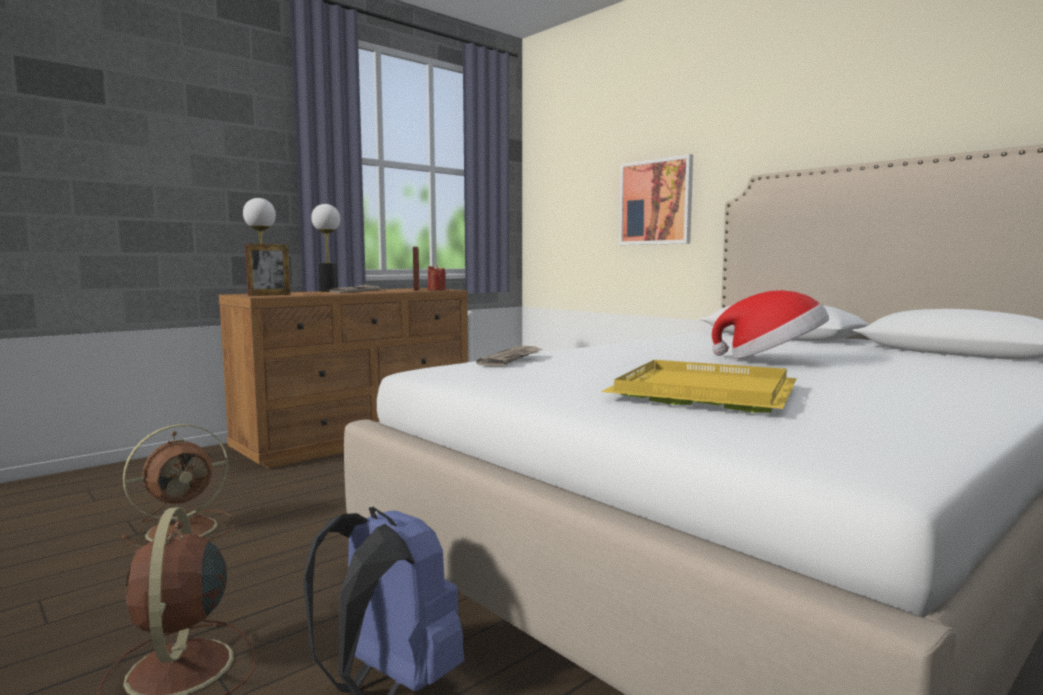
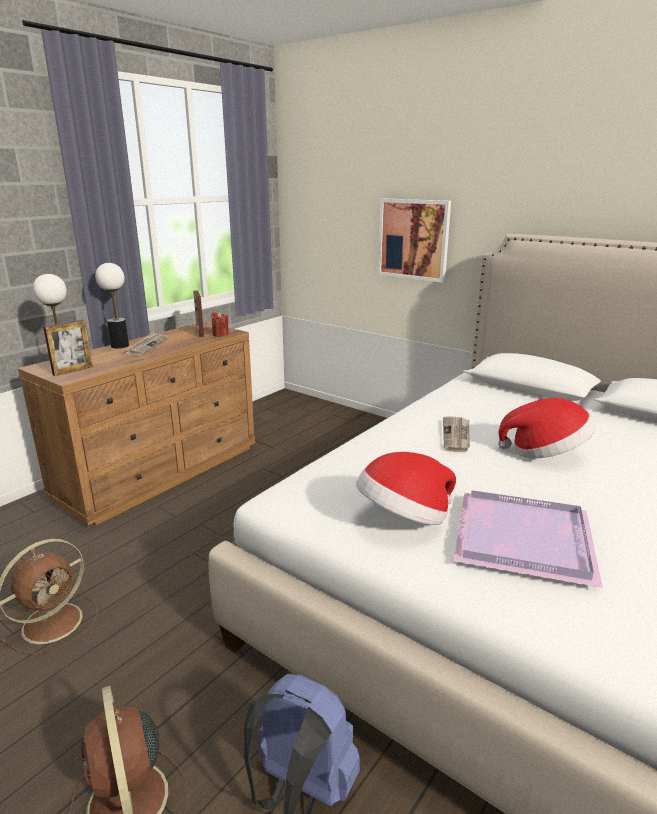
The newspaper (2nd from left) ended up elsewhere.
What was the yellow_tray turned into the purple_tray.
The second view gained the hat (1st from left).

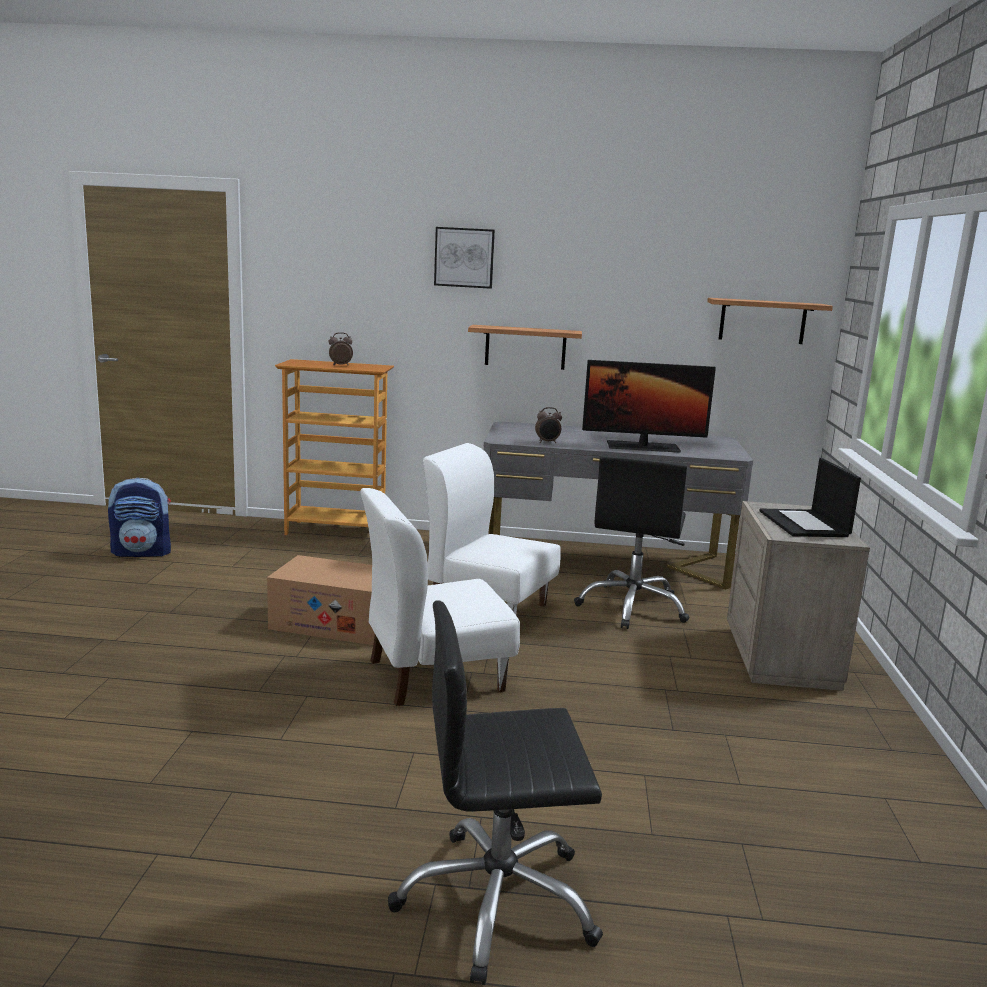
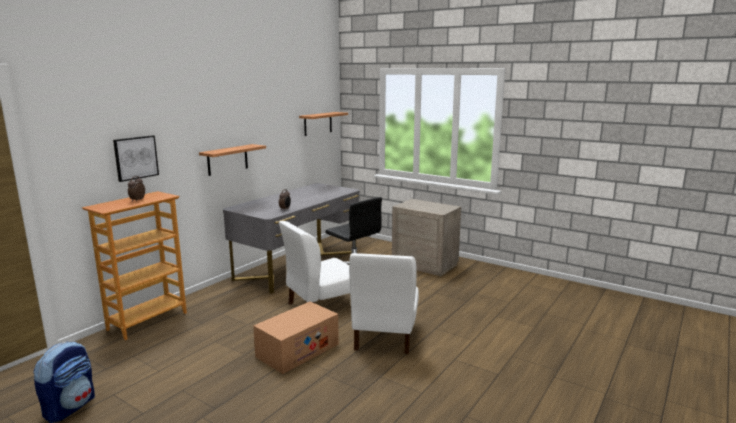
The second view lost the black_office_chair (1st from left).
The picture ended up elsewhere.
The second view lost the monitor.
The second view lost the laptop.

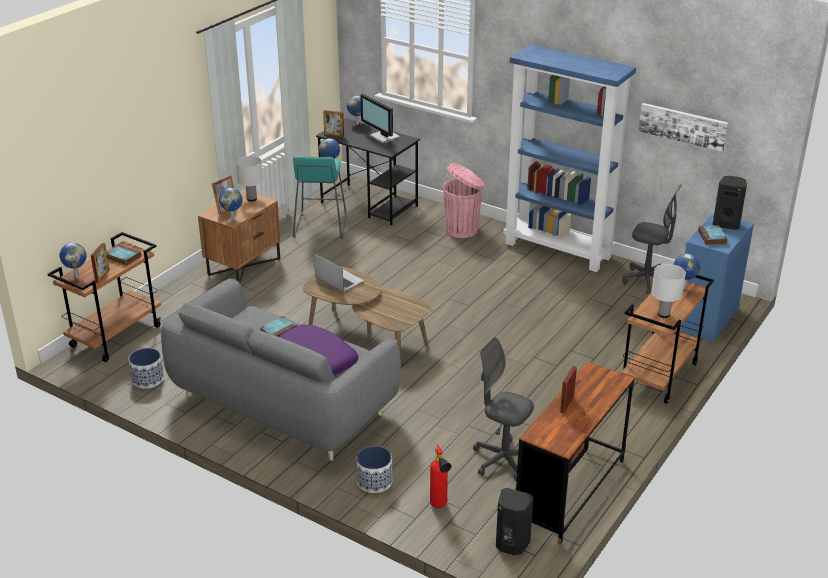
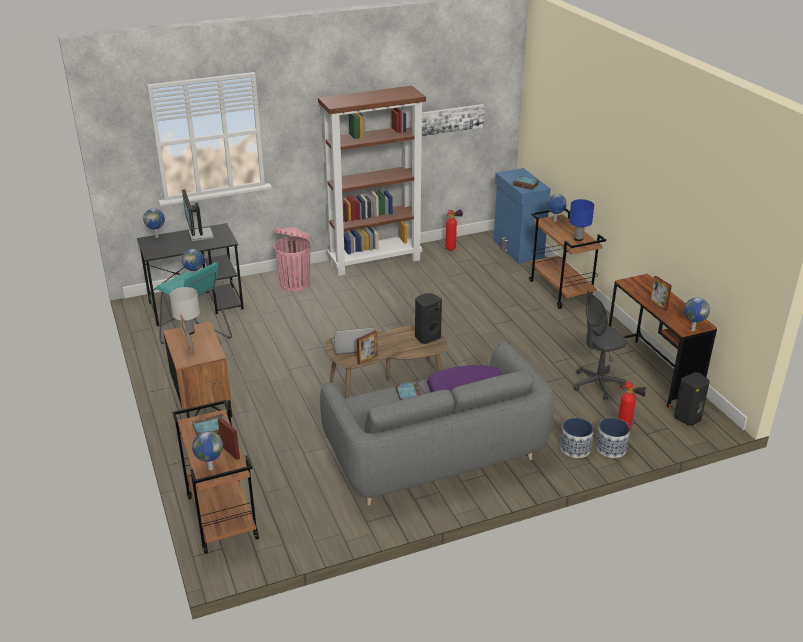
The planter (1st from left in the first image) ended up elsewhere.
The globe (2nd from left in the first image) ended up elsewhere.
The picture_frame (3rd from left) ended up elsewhere.
The monitor ended up facing another way, 75 degrees clockwise from before.
What was the blue_bookcase turned into the brown_bookcase.
Where the grey_office_chair (2nd from left) stood, the fire_extinguisher (1st from left) came to stand.
What was the white_table_lamp (2nd from left) turned into the blue_table_lamp.
The black_speaker (2nd from left in the first image) ended up elsewhere.

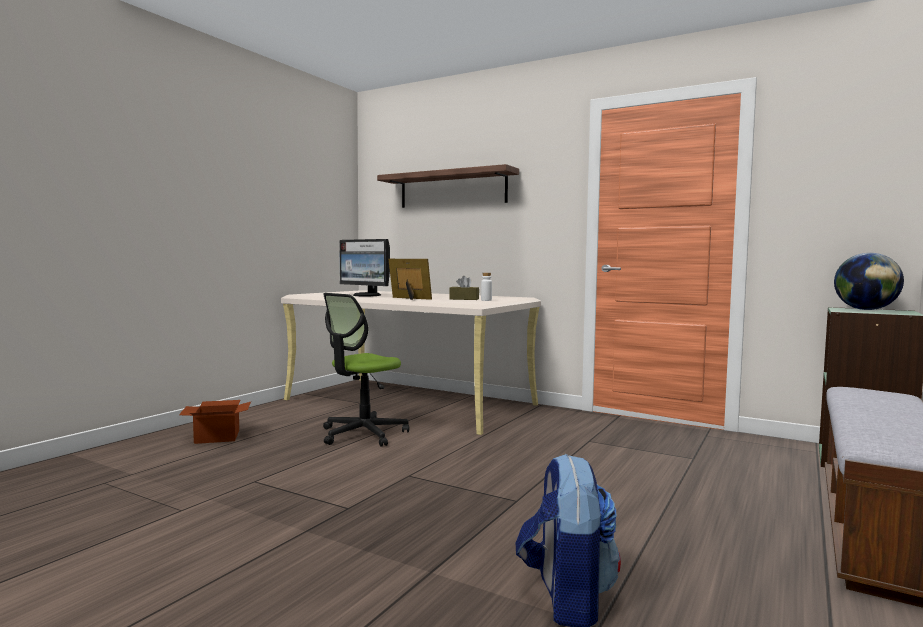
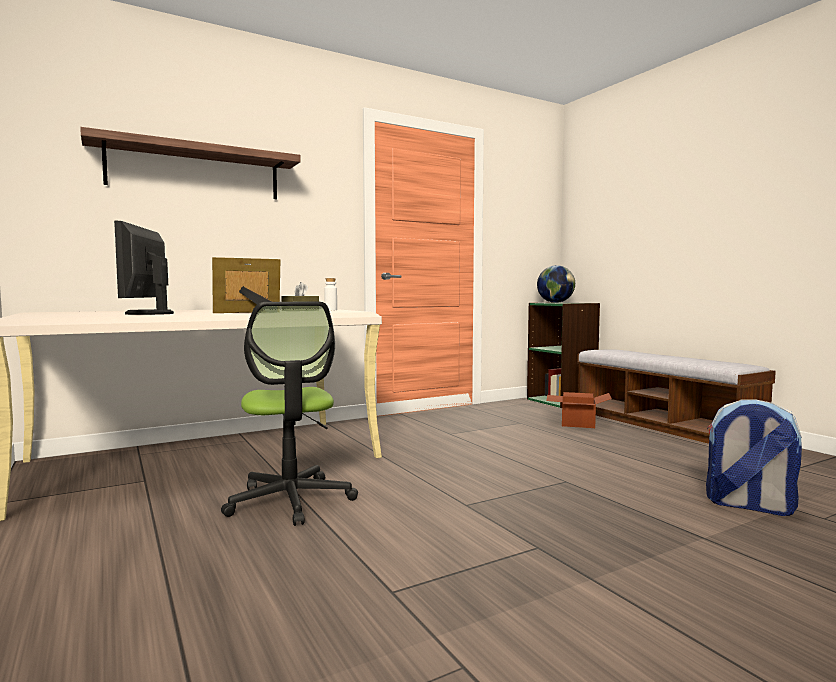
The cardboard_box ended up elsewhere.
The monitor ended up facing another way, 105 degrees clockwise from before.

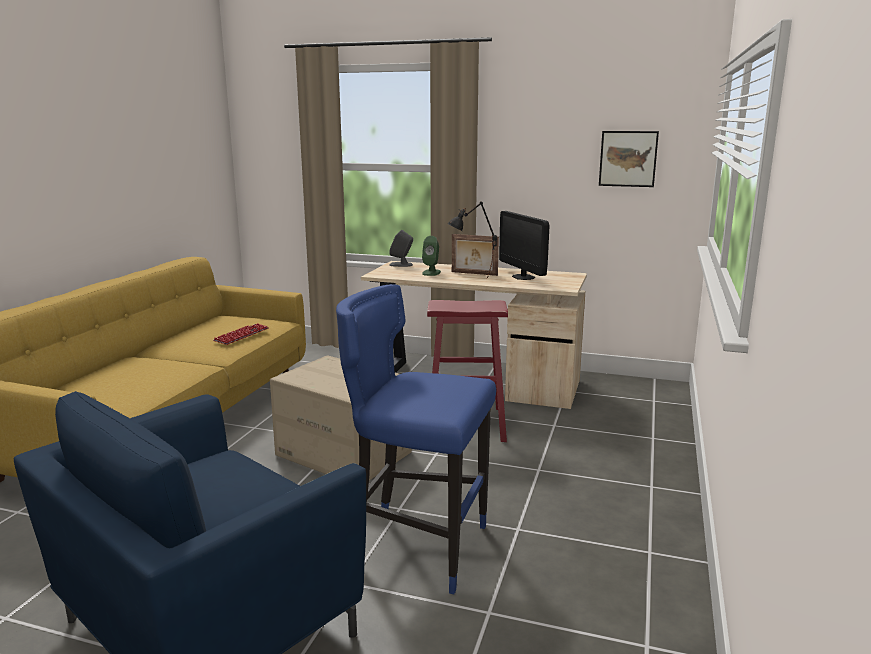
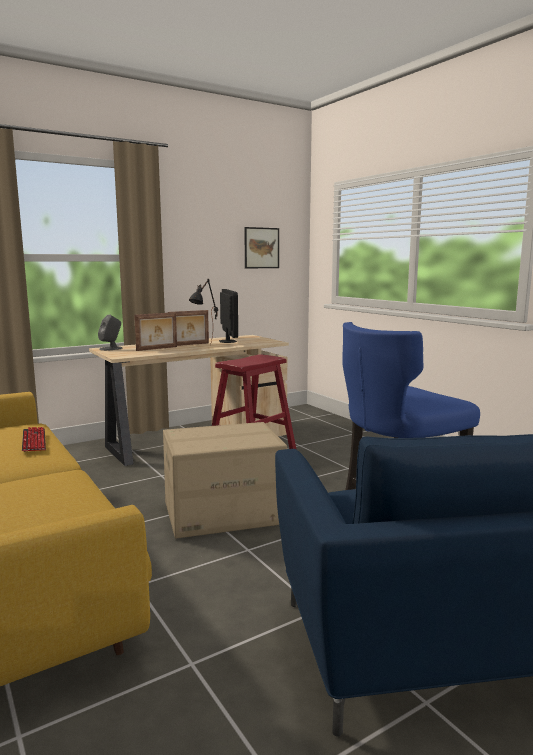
Where the green_speaker stood, the picture_frame (1st from left) came to stand.
The monitor ended up facing another way, 120 degrees counterclockwise from before.

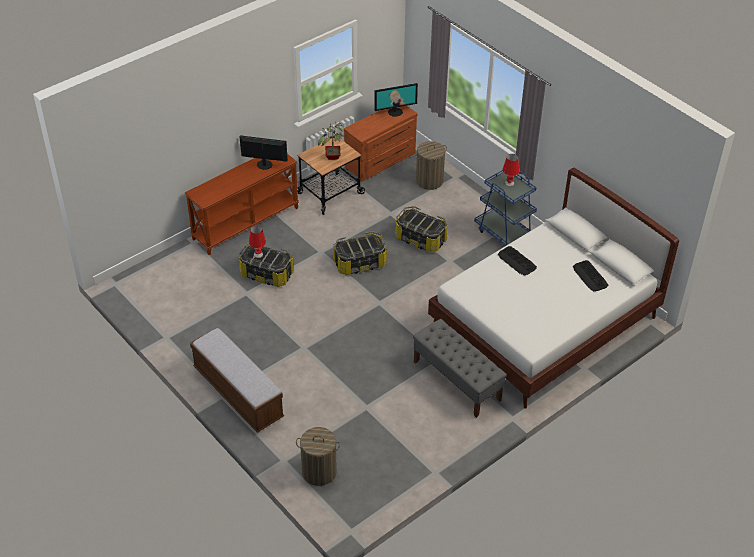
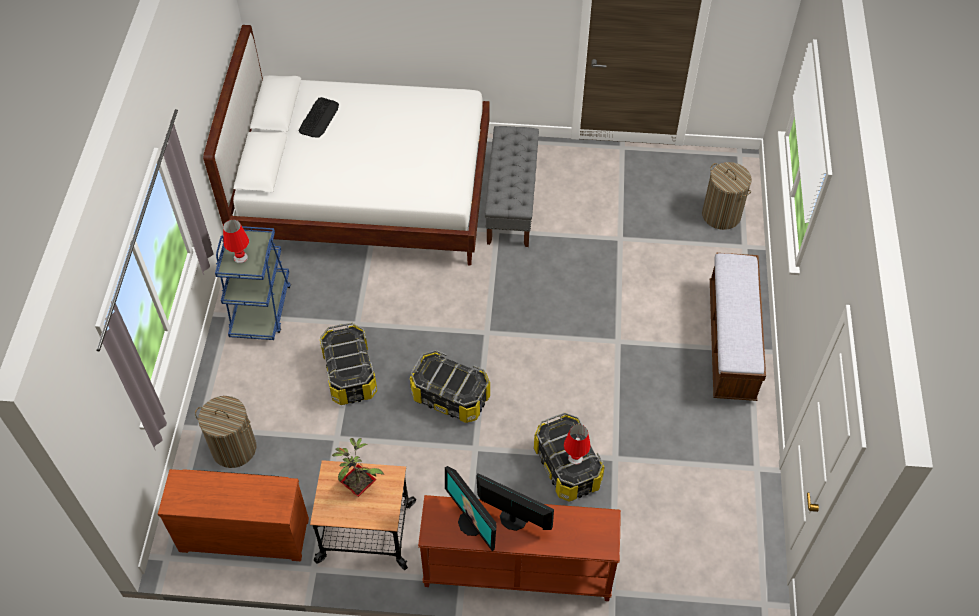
The monitor (2nd from left) ended up elsewhere.
The second view lost the keyboard (1st from left).

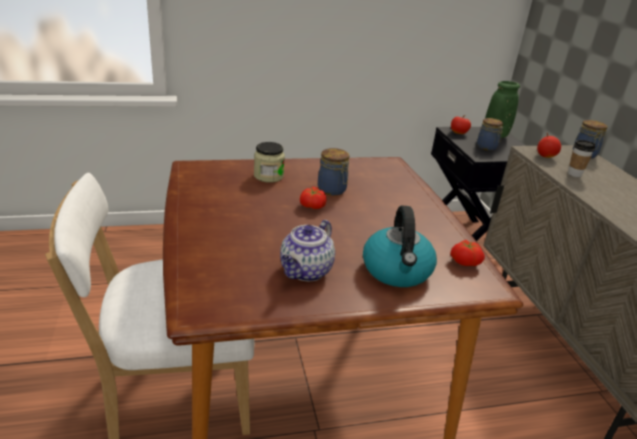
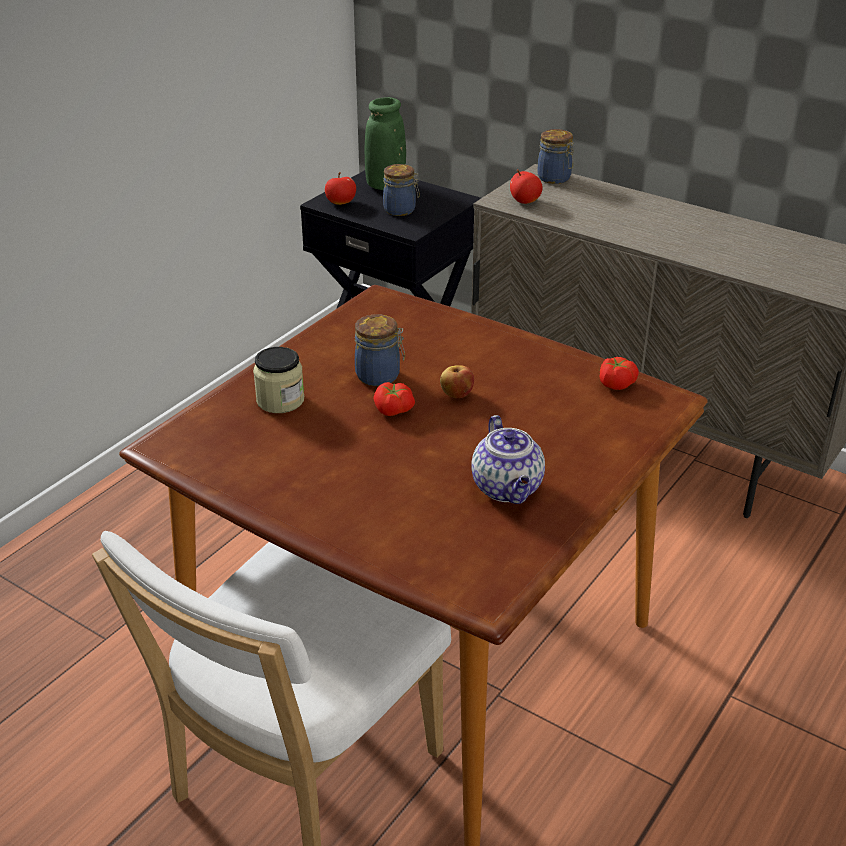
The second view lost the kettle.
The second view lost the cup.
The second view gained the apple (2nd from left).

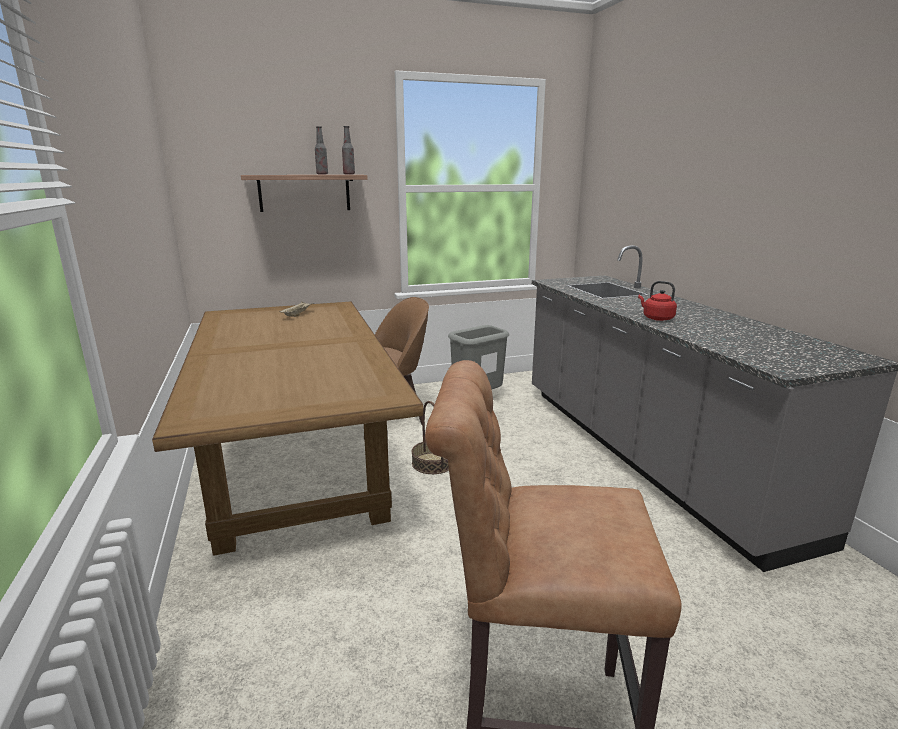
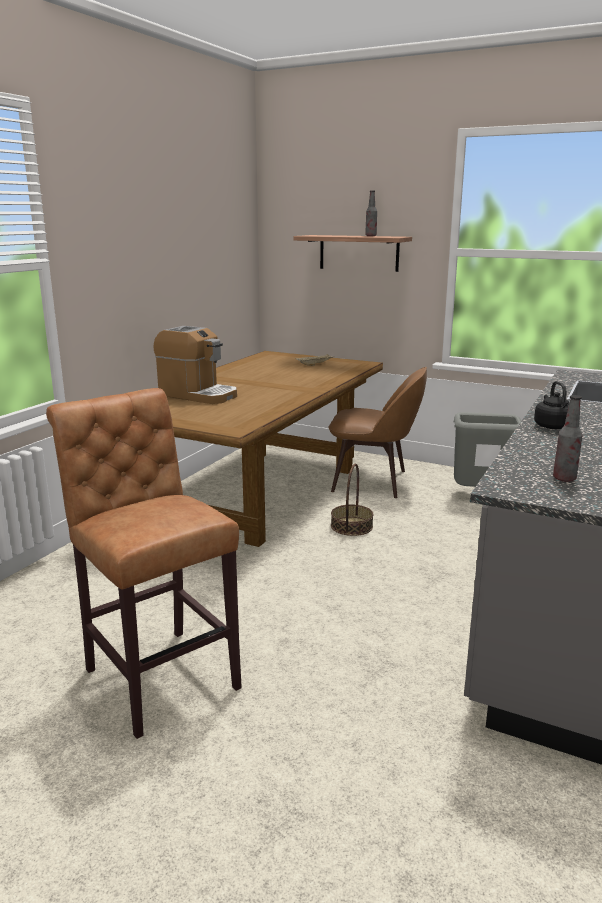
The bottle (2nd from left) ended up elsewhere.
What was the red_kettle turned into the black_kettle.
The second view gained the coffee_machine.

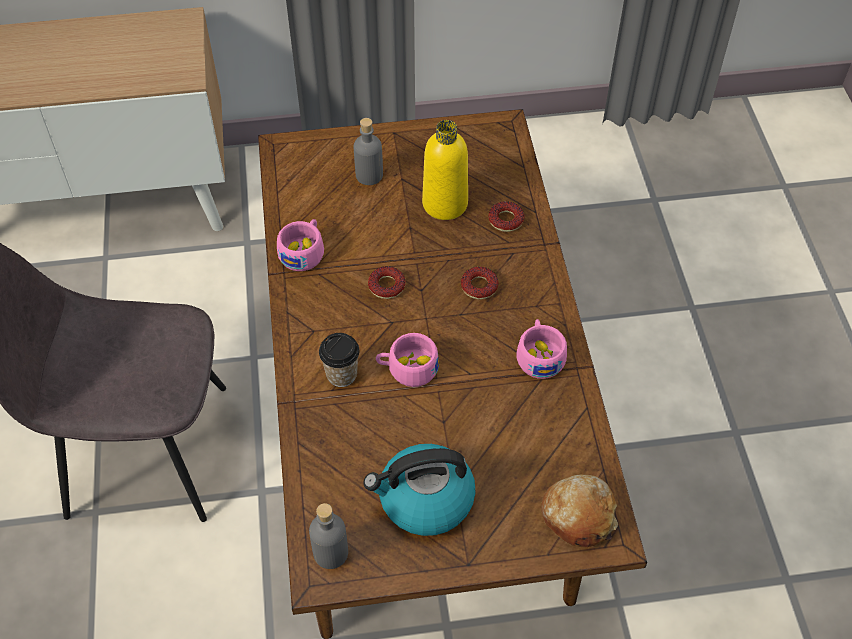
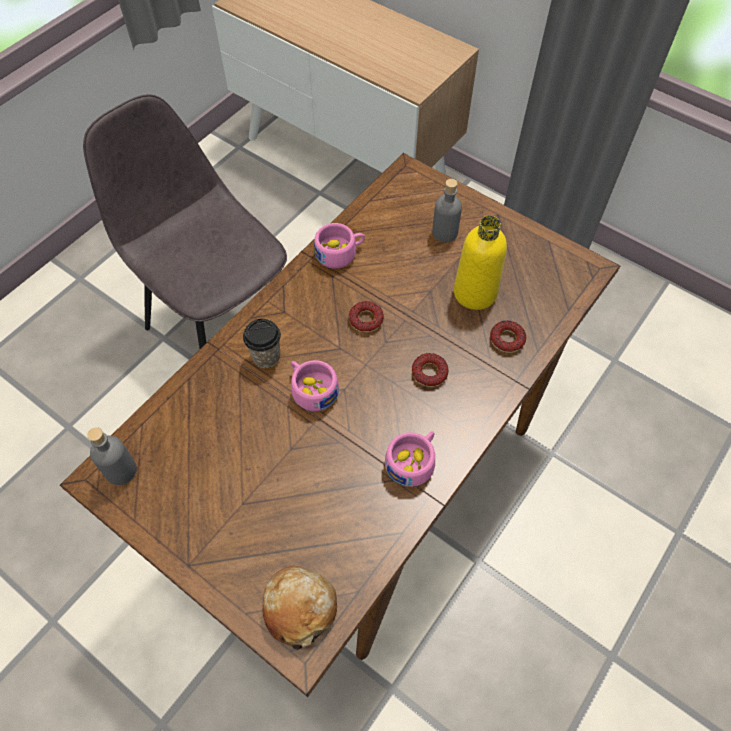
The second view lost the kettle.

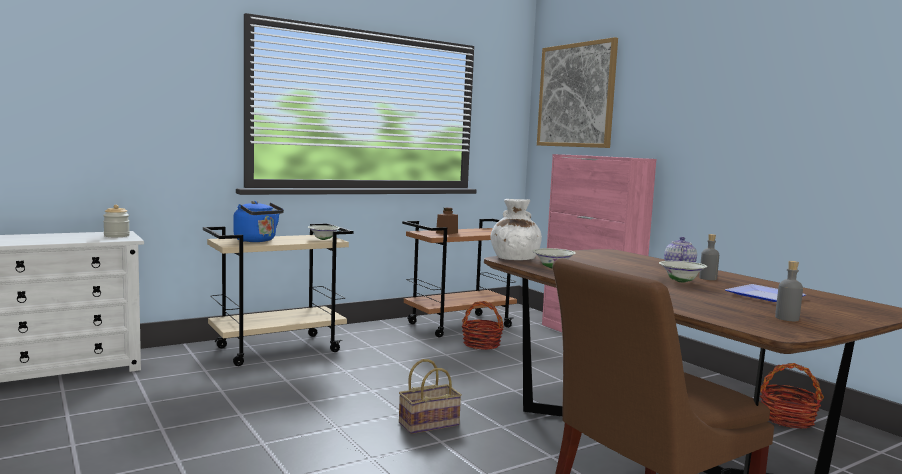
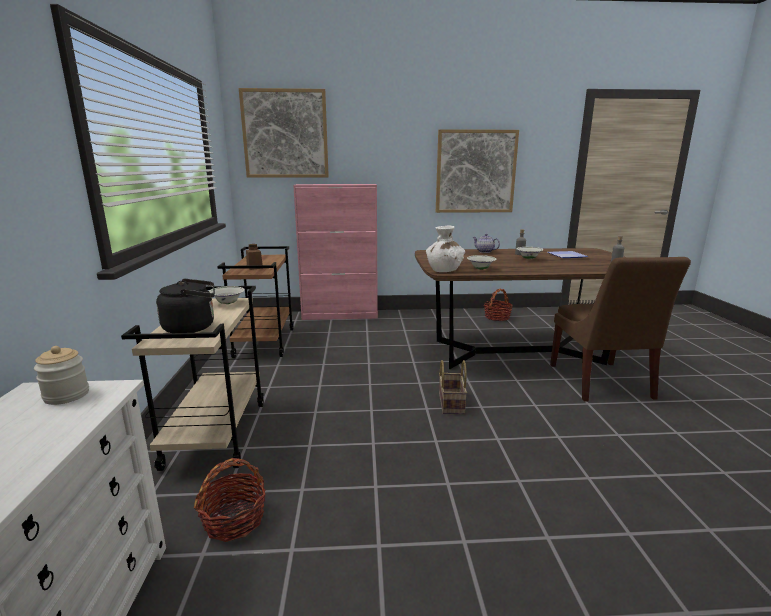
What was the blue_kettle turned into the black_kettle.
The basket (2nd from left in the first image) ended up elsewhere.
The second view gained the picture (2nd from left).

